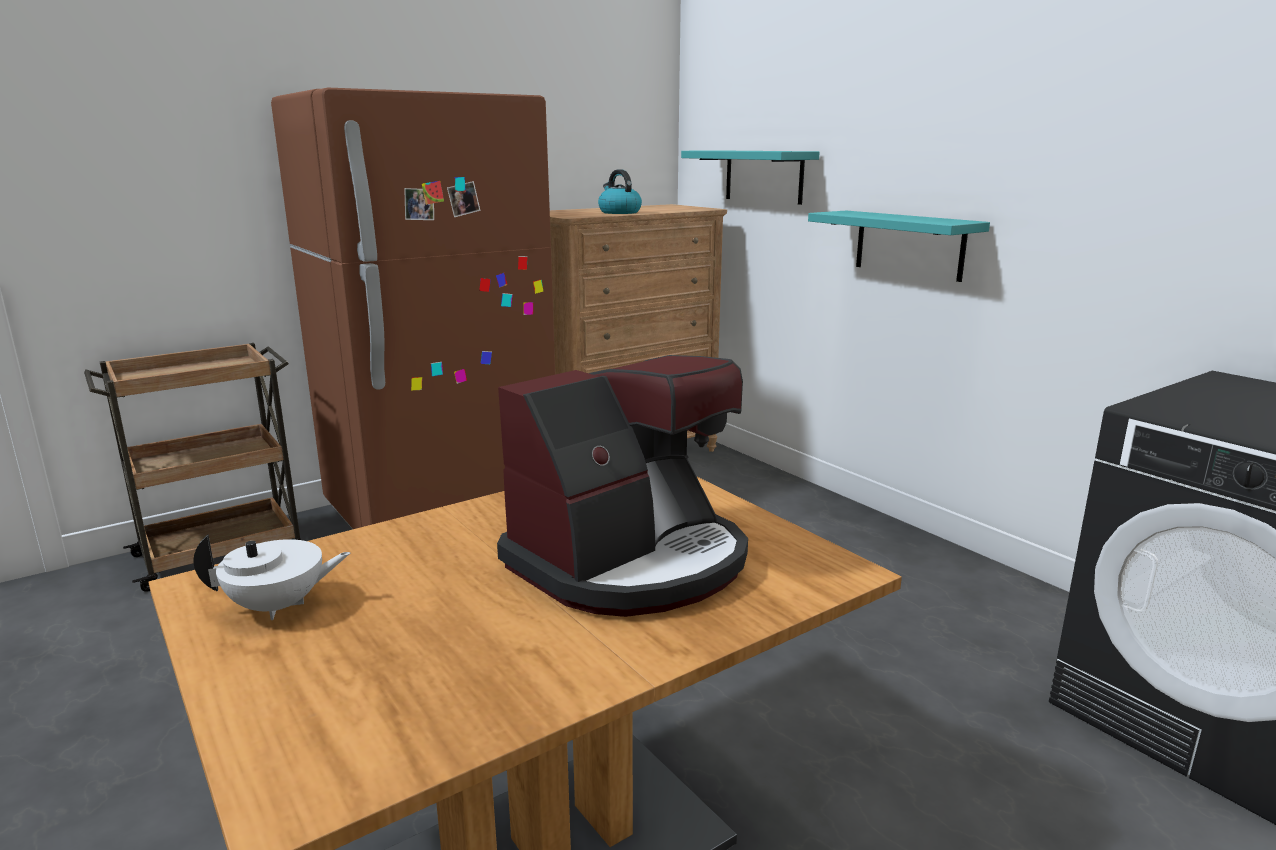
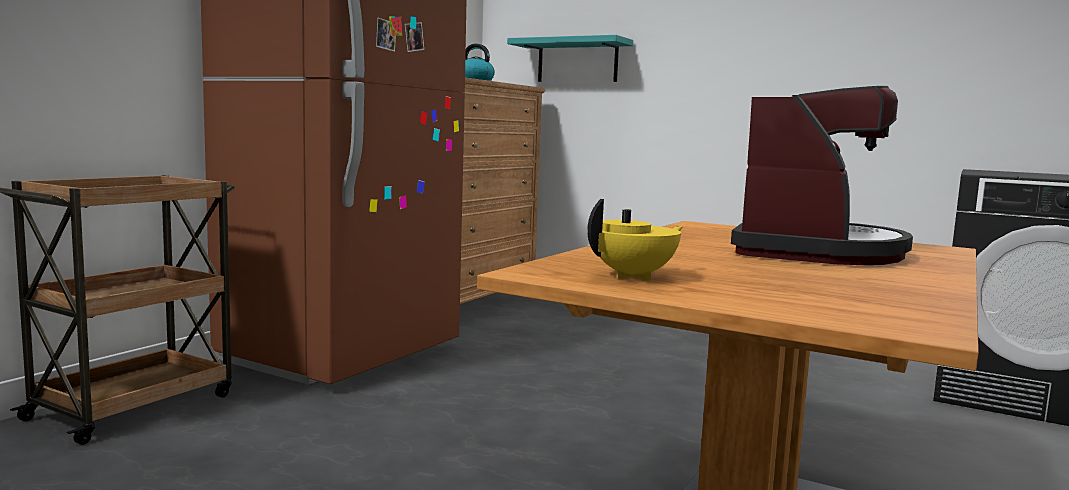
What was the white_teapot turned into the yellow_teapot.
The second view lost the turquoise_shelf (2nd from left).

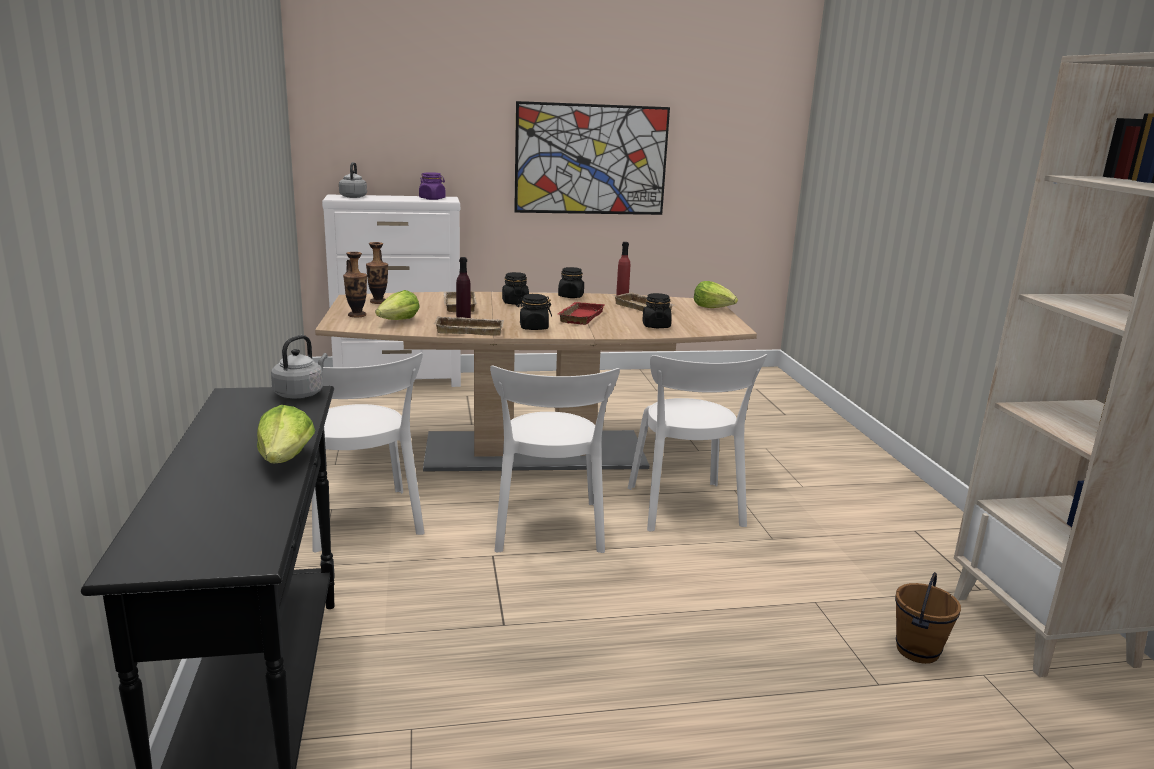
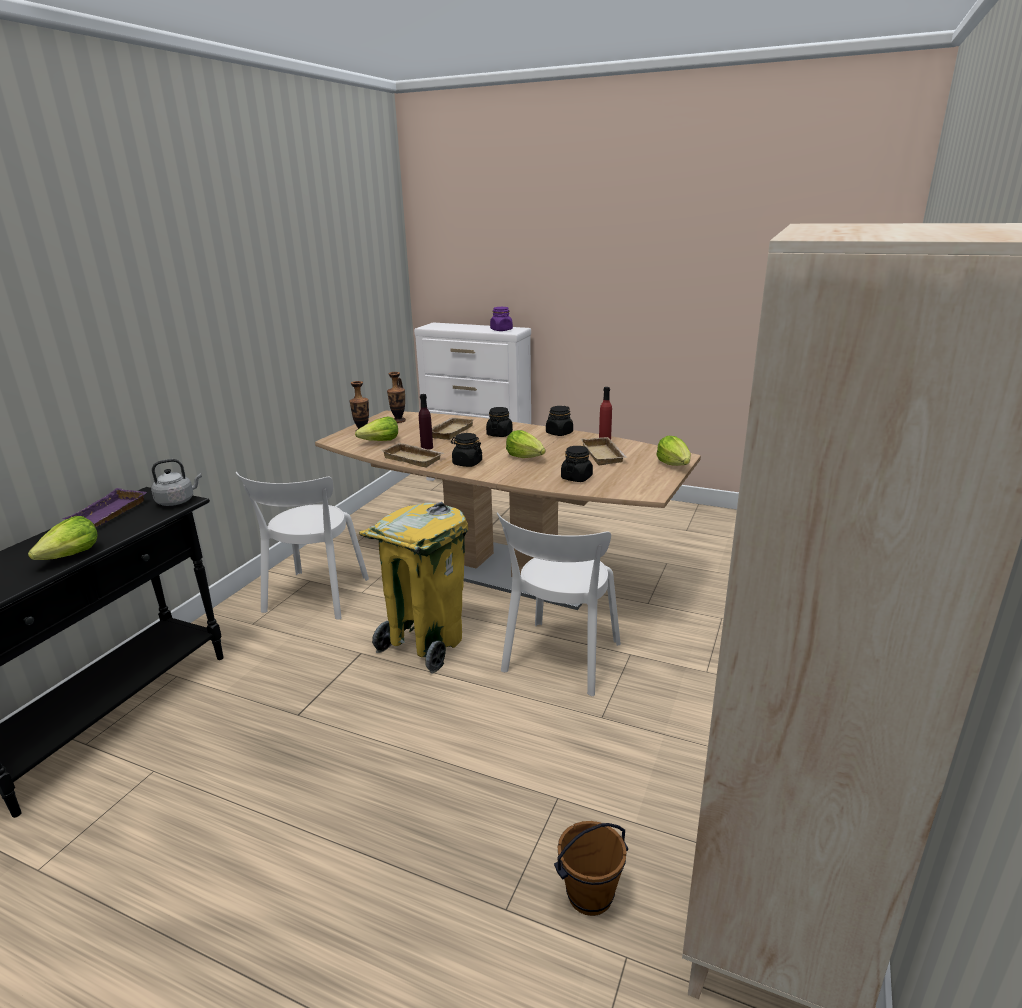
The second view lost the grey_kettle (2nd from left).
Where the white_chair (2nd from left) stood, the yellow_trash_can came to stand.
The second view lost the picture.
Where the red_tray stood, the lettuce (3rd from left) came to stand.
The second view gained the purple_tray.

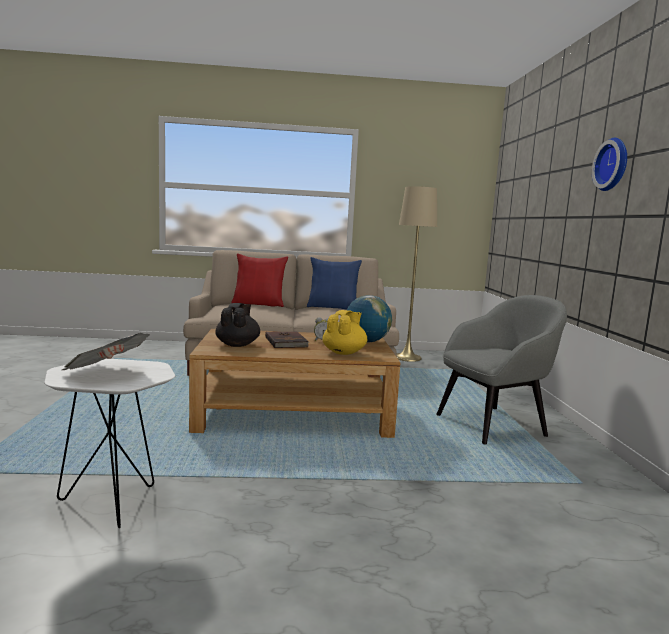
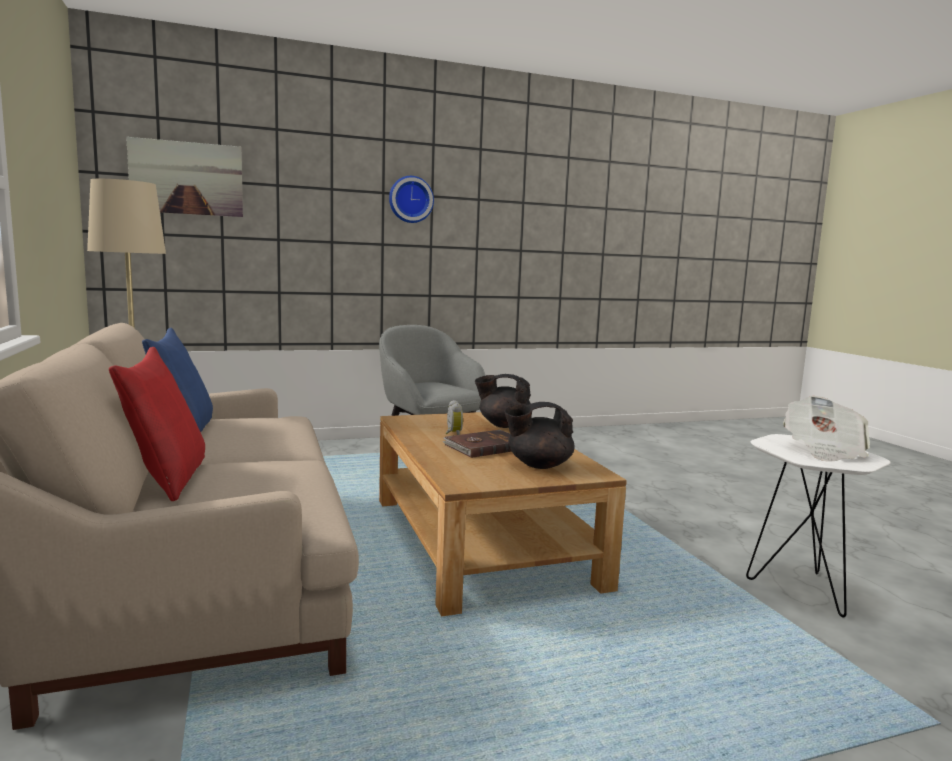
What was the yellow_teapot turned into the black_teapot (1st from left).
The second view lost the globe.
The second view gained the picture.

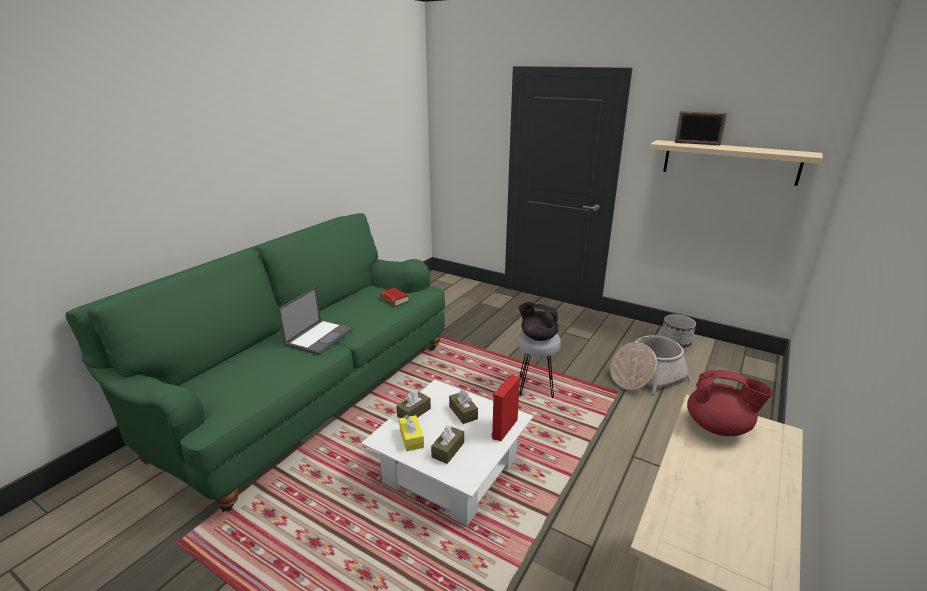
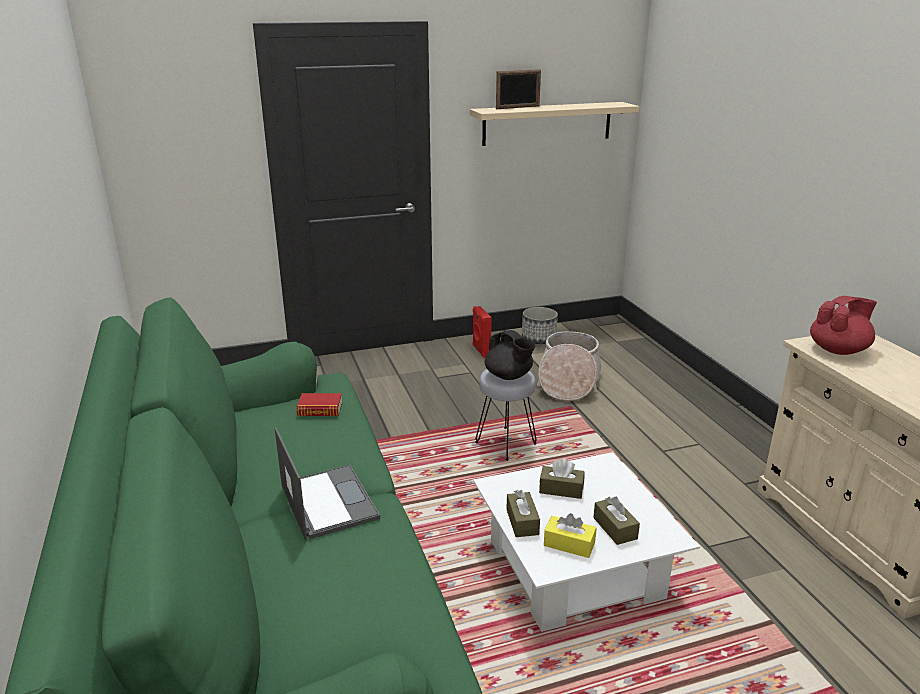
The red_speaker ended up elsewhere.
The black_teapot ended up facing another way, 105 degrees counterclockwise from before.

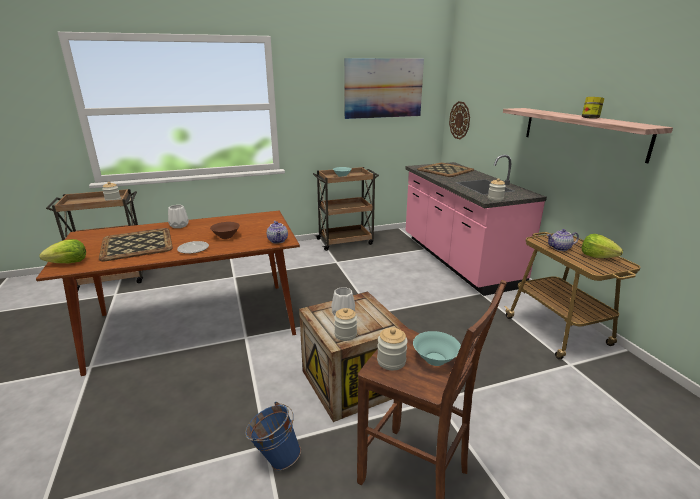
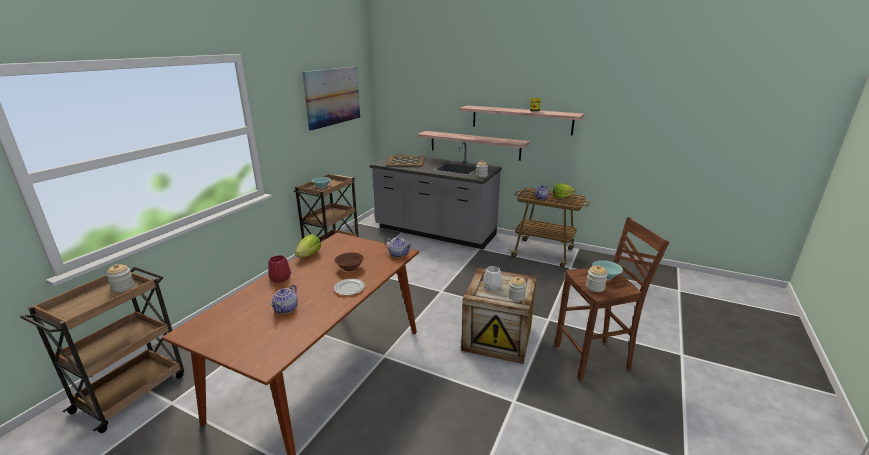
The lettuce (1st from left) ended up elsewhere.
Where the tray (1st from left) stood, the teapot (1st from left) came to stand.
What was the white_vase (1st from left) turned into the red_vase.
The second view lost the blue_bucket.
What was the pink_counter turned into the grey_counter.
The second view lost the wall_clock.
The second view gained the shelf (1st from left).

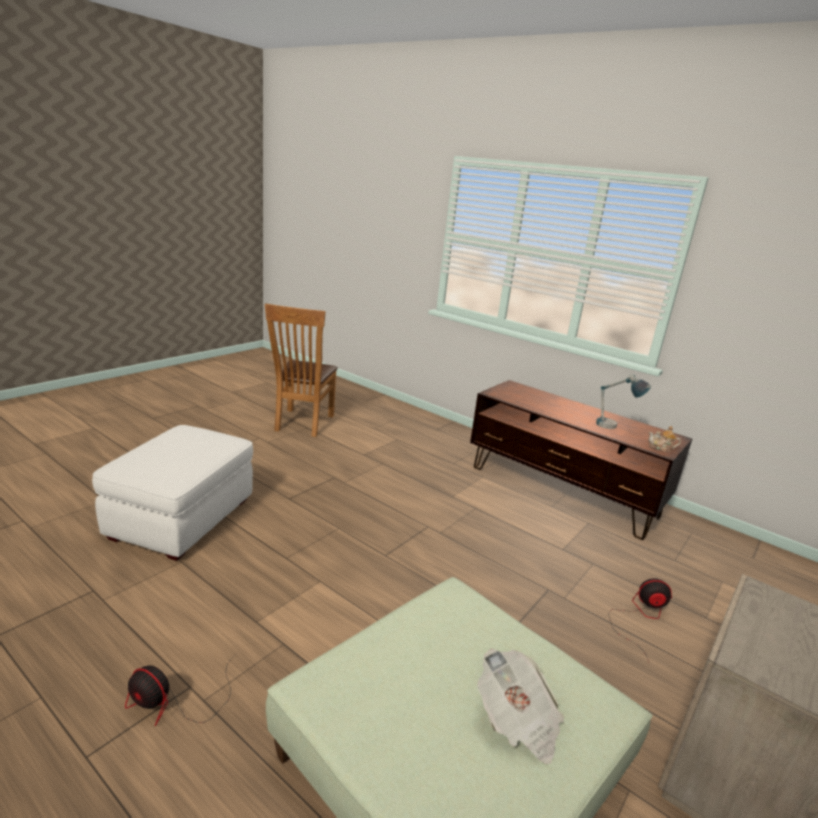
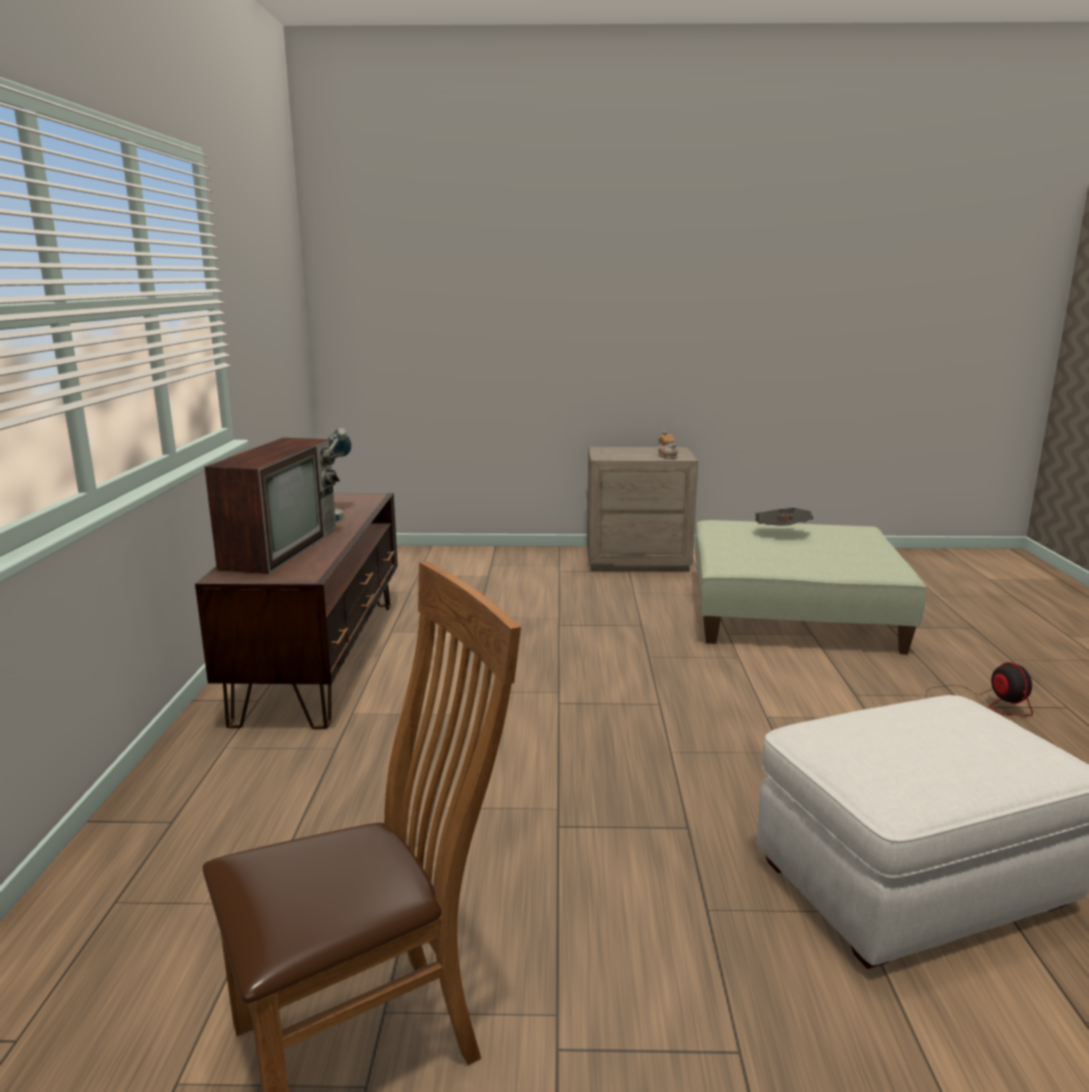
The second view lost the fan (2nd from left).
The teapot ended up elsewhere.
The second view gained the television.

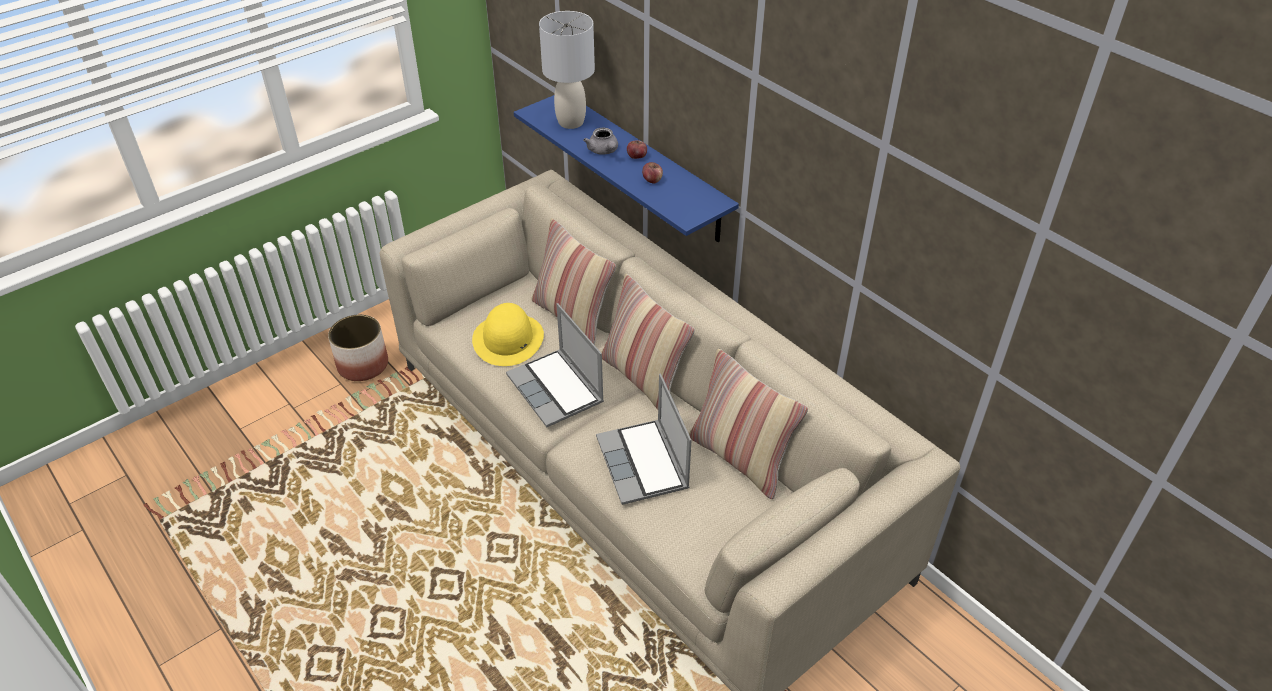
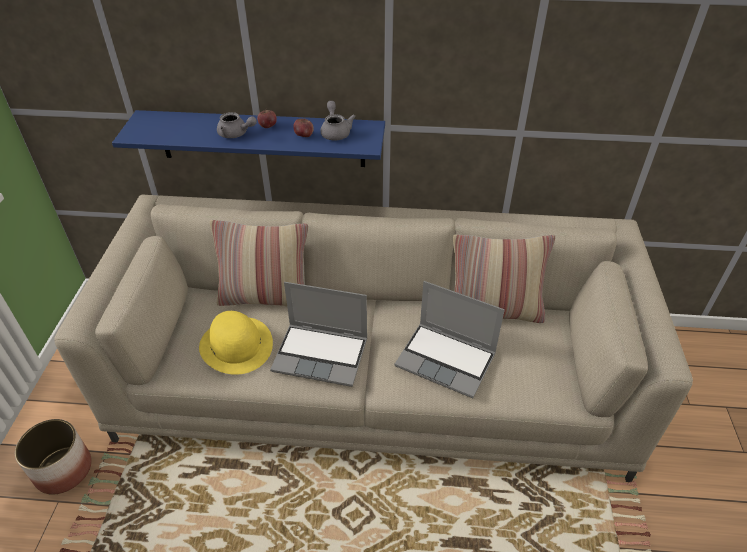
The second view lost the grey_table_lamp.
The second view lost the pillow (2nd from left).
The second view gained the grey_teapot (2nd from left).

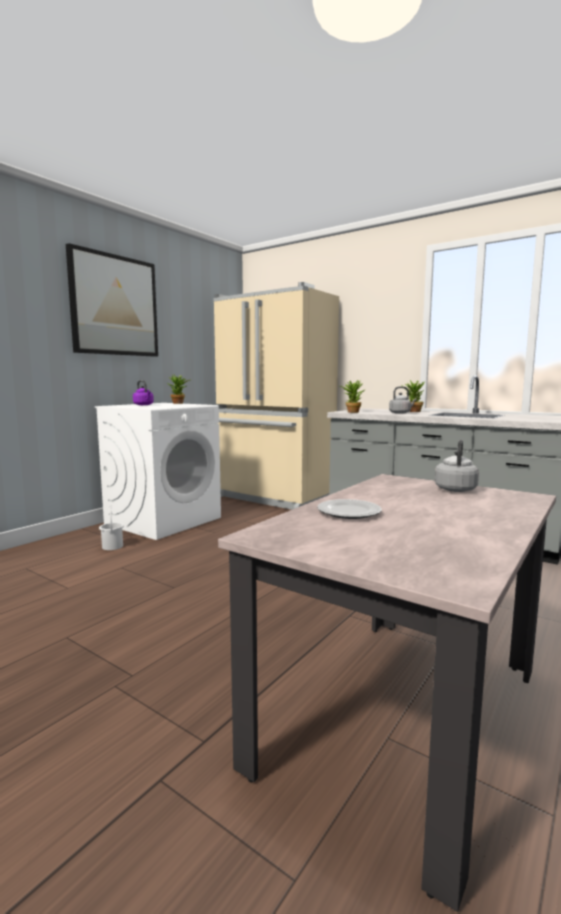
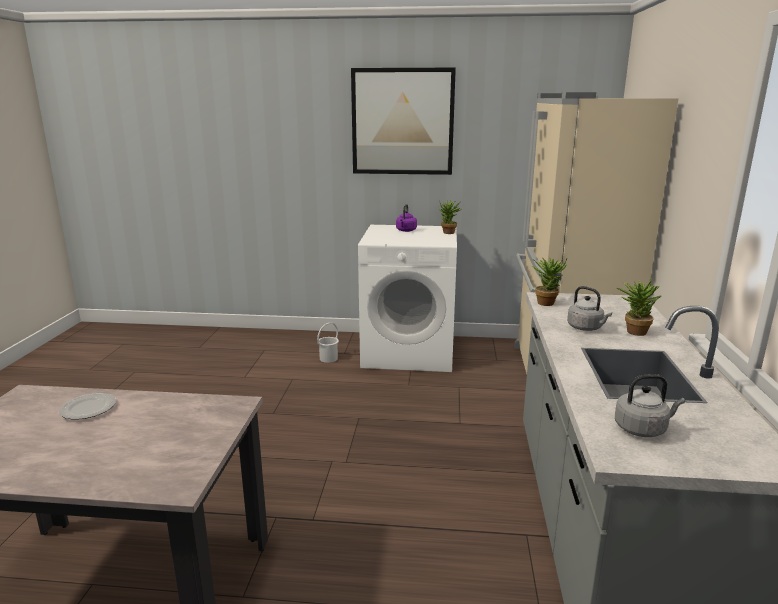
The grey_kettle (2nd from left) ended up elsewhere.

